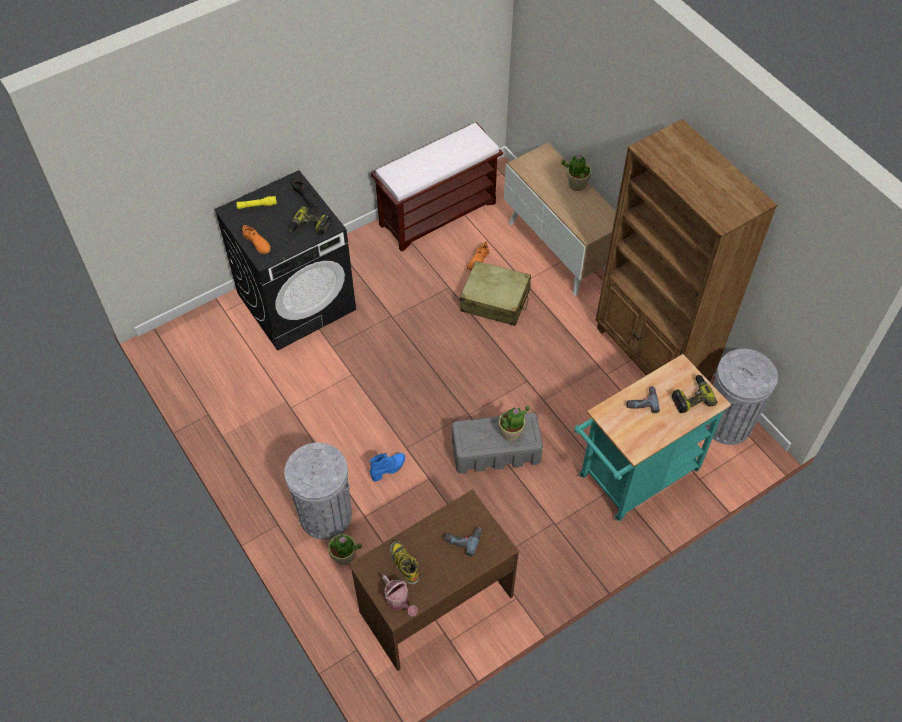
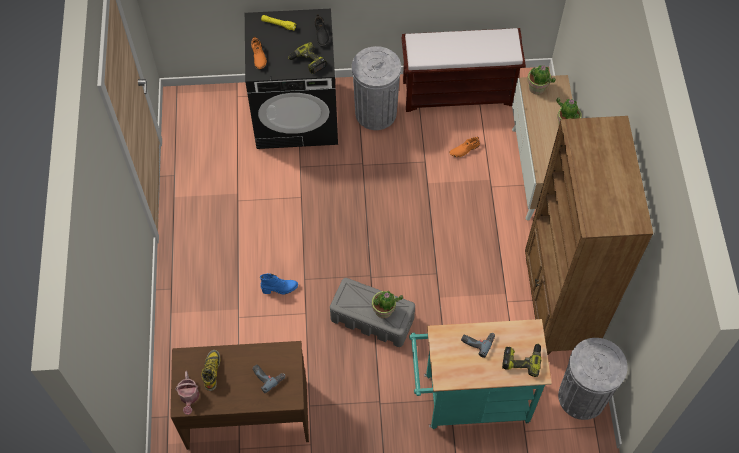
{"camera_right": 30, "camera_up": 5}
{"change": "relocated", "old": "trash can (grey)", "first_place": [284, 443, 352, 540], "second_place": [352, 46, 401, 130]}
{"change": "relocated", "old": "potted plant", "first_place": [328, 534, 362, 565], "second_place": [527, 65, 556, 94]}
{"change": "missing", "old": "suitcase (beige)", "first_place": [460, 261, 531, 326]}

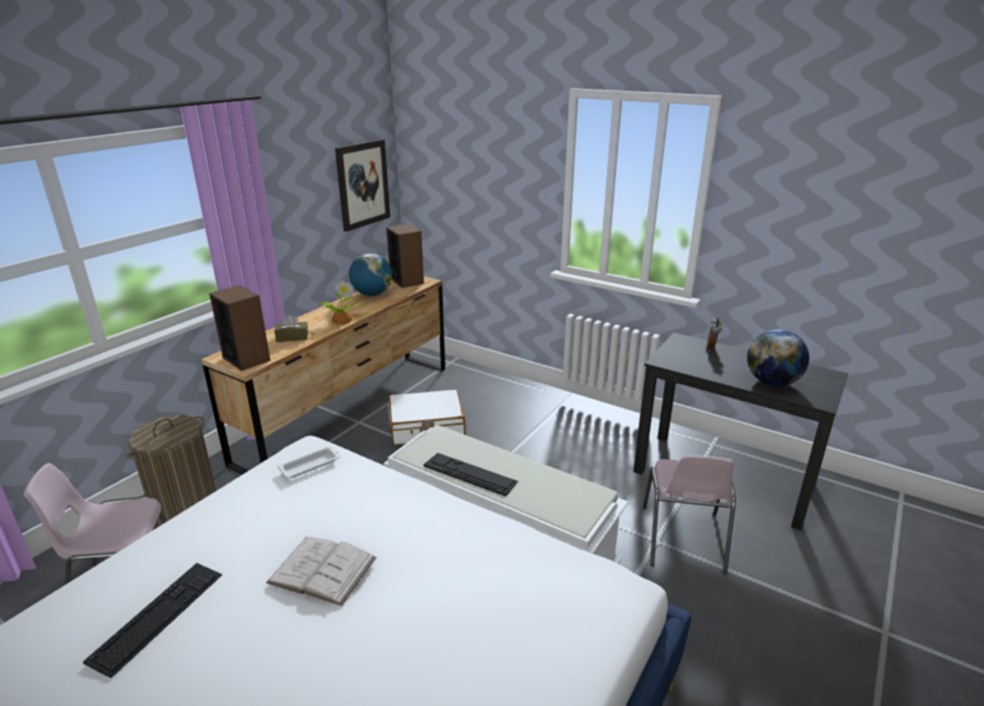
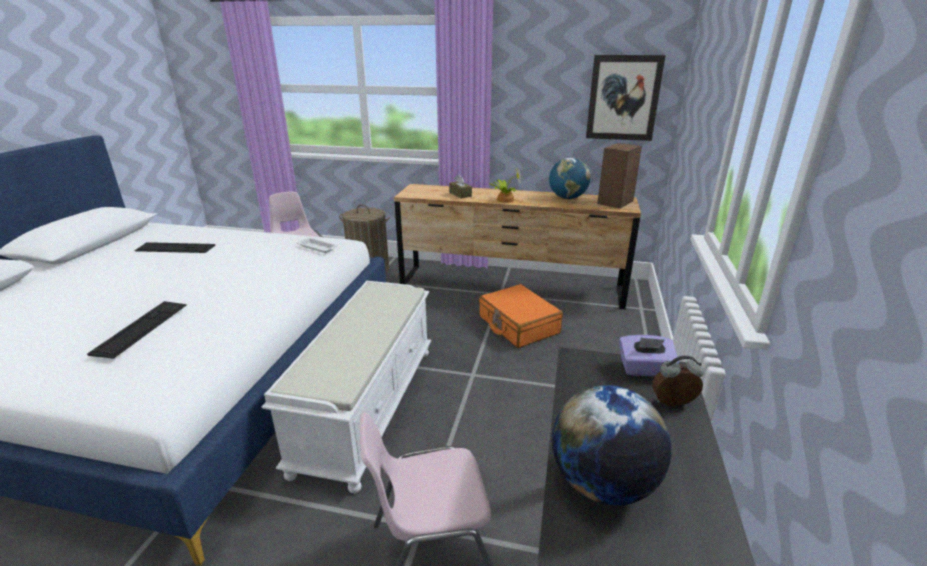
{"camera_right": 70, "camera_up": 0}
{"change": "relocated", "old": "keyboard", "first_place": [424, 453, 518, 496], "second_place": [87, 301, 187, 359]}
{"change": "colour", "old": "suitcase (white)", "new": "suitcase (orange)", "first_place": [388, 389, 466, 445], "second_place": [479, 284, 563, 348]}
{"change": "appeared", "new": "tissue box (purple)", "second_place": [619, 335, 679, 376]}
{"change": "missing", "old": "speaker", "first_place": [209, 285, 271, 371]}
{"change": "missing", "old": "book (white)", "first_place": [266, 537, 376, 606]}

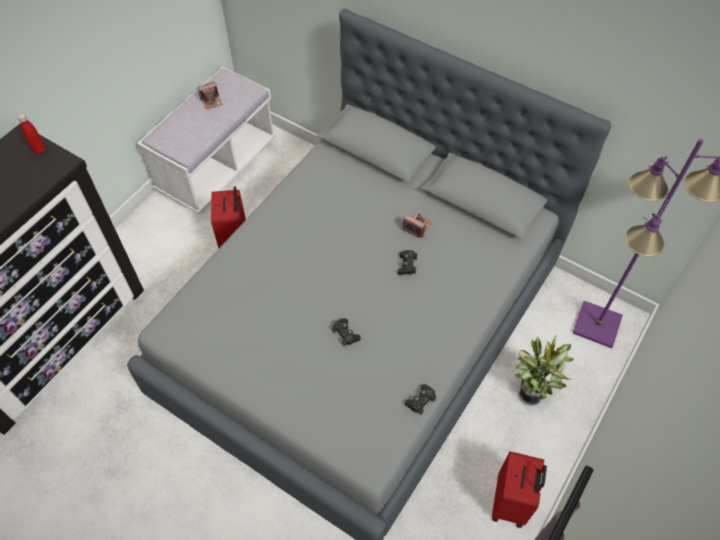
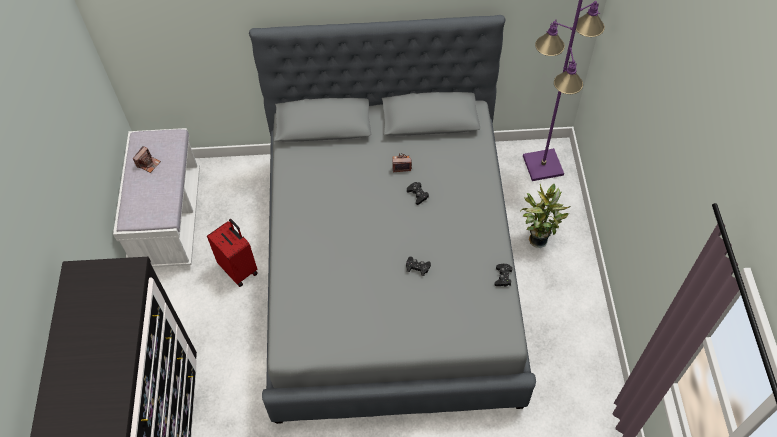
{"camera_right": -35, "camera_up": 0}
{"change": "missing", "old": "bottle (red)", "first_place": [18, 114, 46, 154]}
{"change": "missing", "old": "suitcase (red)", "first_place": [492, 451, 547, 528]}

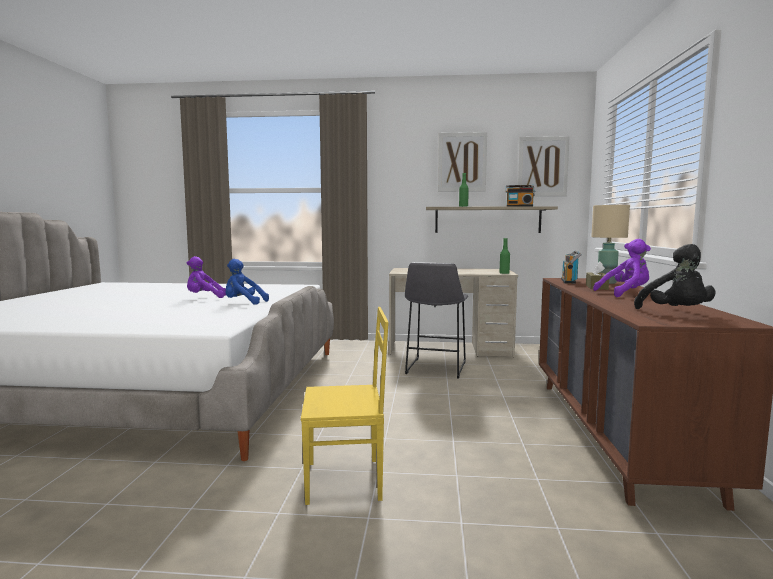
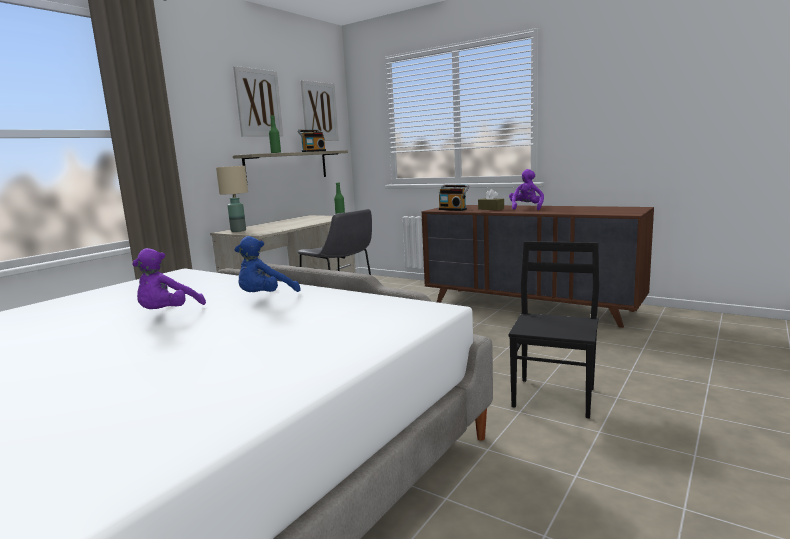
{"camera_right": -60, "camera_up": 5}
{"change": "relocated", "old": "table lamp (beige)", "first_place": [591, 205, 630, 284], "second_place": [216, 166, 248, 232]}
{"change": "colour", "old": "chair (yellow)", "new": "chair (black)", "first_place": [301, 307, 389, 505], "second_place": [509, 241, 599, 418]}
{"change": "missing", "old": "plush toy (black)", "first_place": [634, 244, 716, 309]}

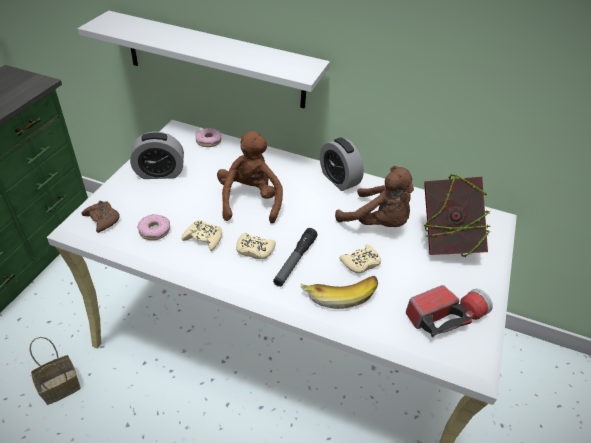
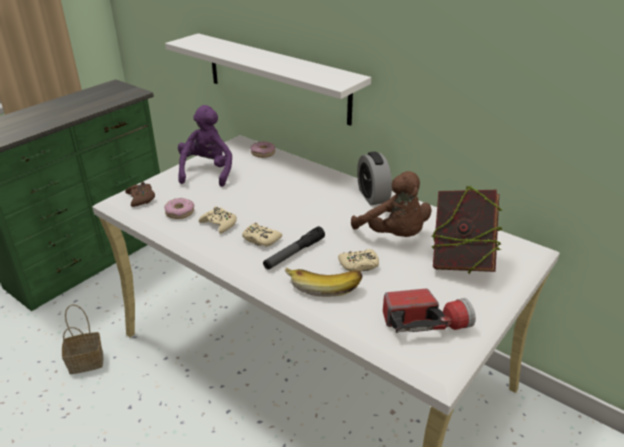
{"camera_right": 20, "camera_up": -10}
{"change": "exchanged", "old": "alarm clock", "new": "plush toy (purple)", "first_place": [130, 132, 184, 179], "second_place": [178, 105, 232, 187]}
{"change": "missing", "old": "plush toy (brown)", "first_place": [217, 131, 283, 224]}

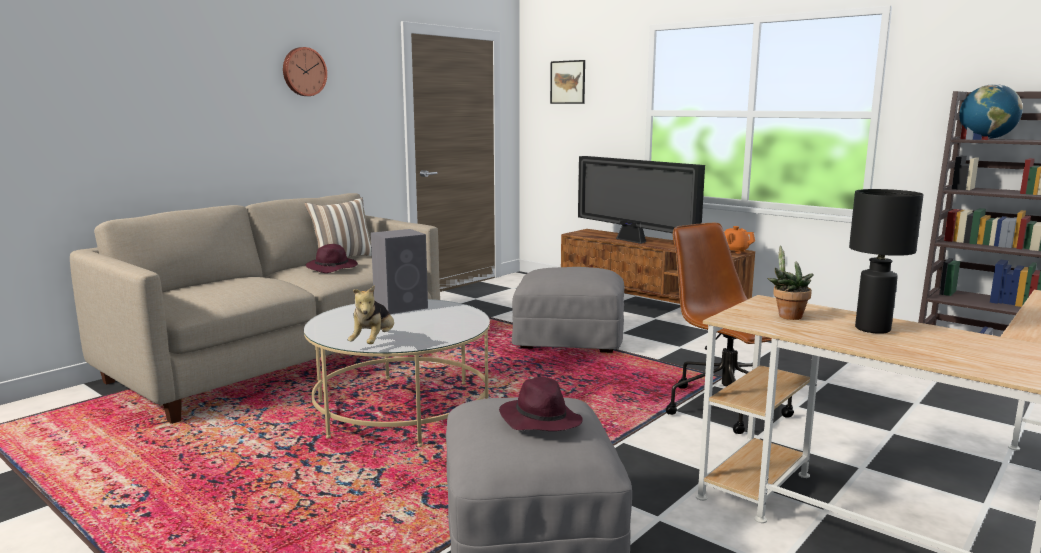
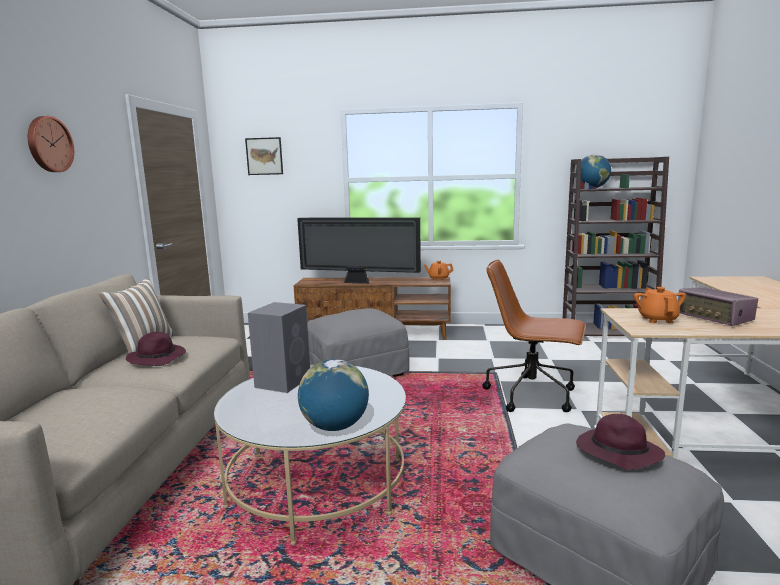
{"camera_right": -35, "camera_up": 0}
{"change": "exchanged", "old": "plush toy", "new": "globe", "first_place": [348, 285, 394, 344], "second_place": [298, 359, 369, 431]}
{"change": "exchanged", "old": "potted plant", "new": "teapot (orange)", "first_place": [767, 245, 814, 320], "second_place": [634, 287, 686, 323]}
{"change": "exchanged", "old": "table lamp (black)", "new": "radio", "first_place": [849, 189, 923, 334], "second_place": [678, 287, 758, 326]}

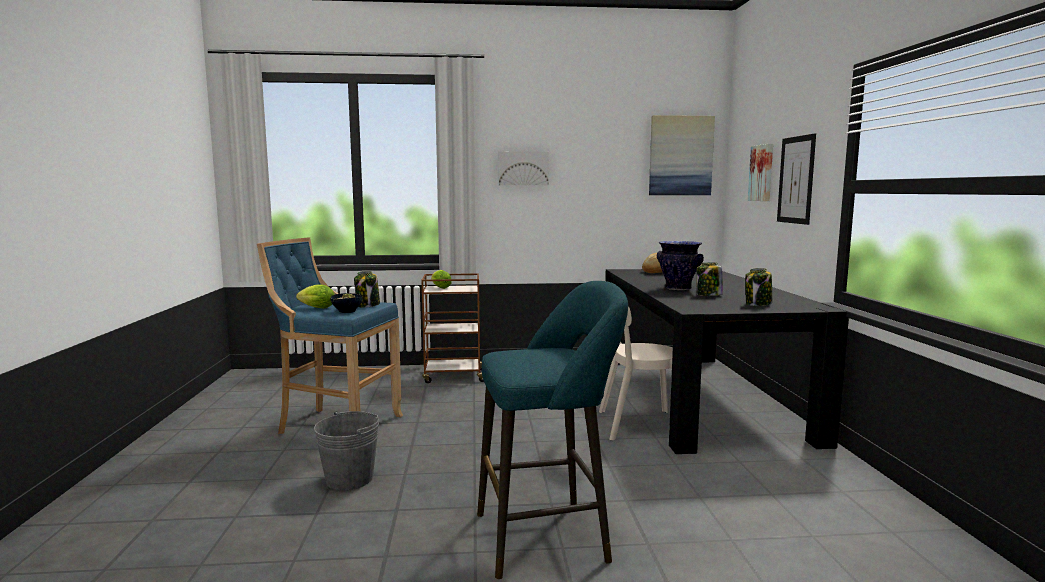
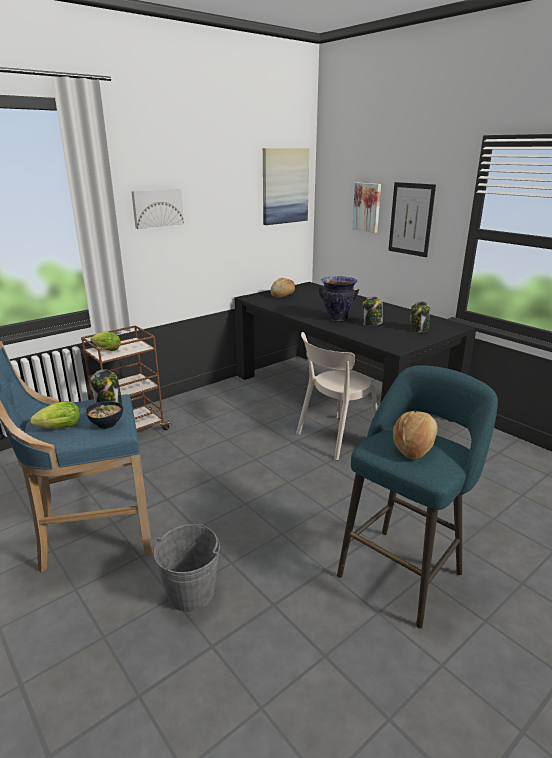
{"camera_right": -35, "camera_up": 15}
{"change": "appeared", "new": "bread", "second_place": [393, 411, 438, 460]}

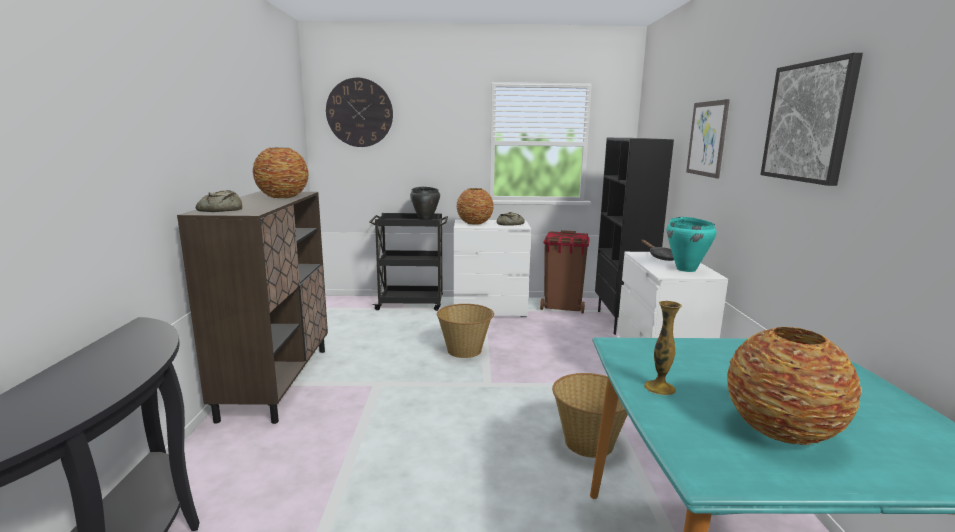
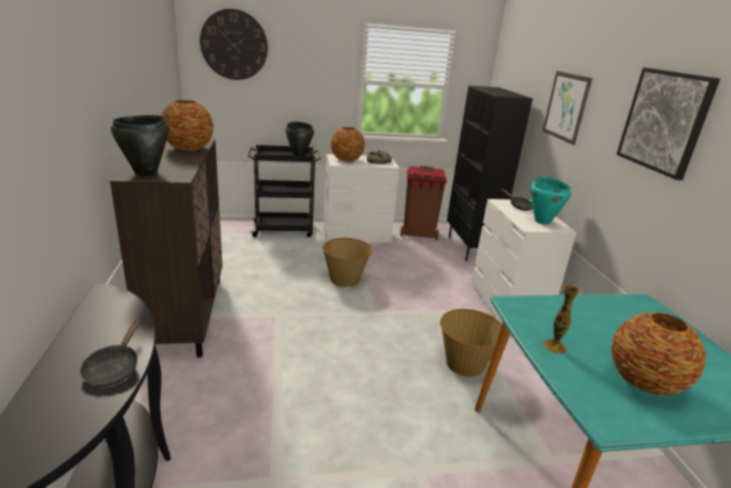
{"camera_right": -10, "camera_up": 10}
{"change": "appeared", "new": "frying pan (black)", "second_place": [80, 319, 140, 387]}
{"change": "exchanged", "old": "bread", "new": "cooking pot (black)", "first_place": [196, 190, 242, 212], "second_place": [111, 115, 169, 176]}

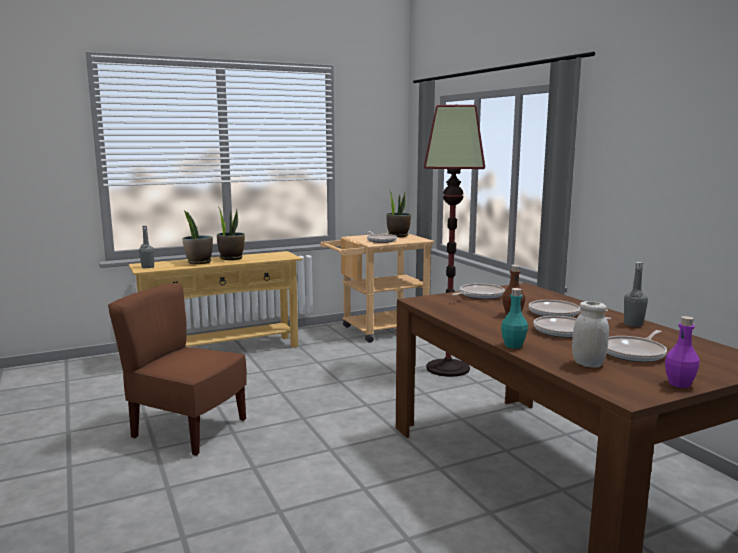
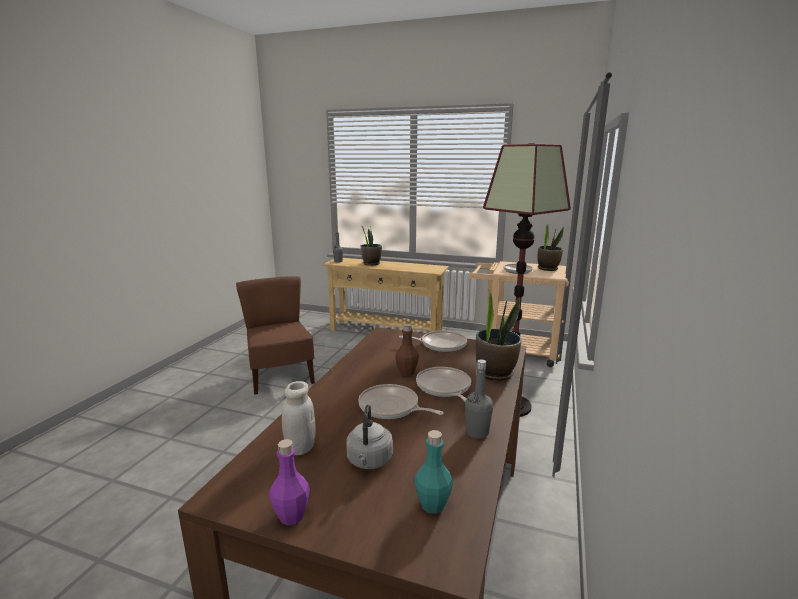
{"camera_right": 45, "camera_up": 5}
{"change": "exchanged", "old": "frying pan", "new": "kettle (grey)", "first_place": [607, 330, 667, 362], "second_place": [346, 404, 393, 469]}
{"change": "relocated", "old": "bottle (turquoise)", "first_place": [501, 288, 528, 349], "second_place": [414, 430, 453, 514]}
{"change": "relocated", "old": "potted plant", "first_place": [217, 208, 245, 260], "second_place": [476, 289, 522, 381]}

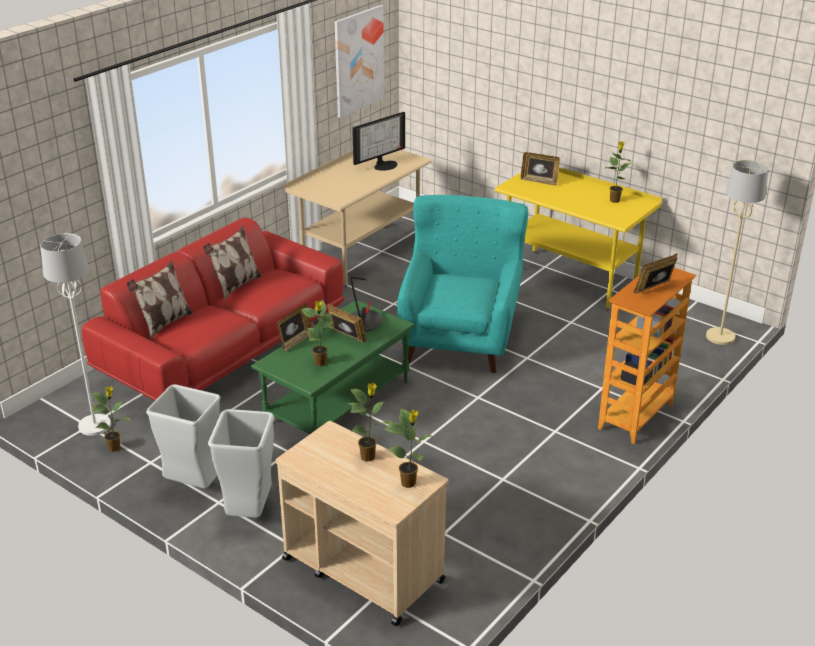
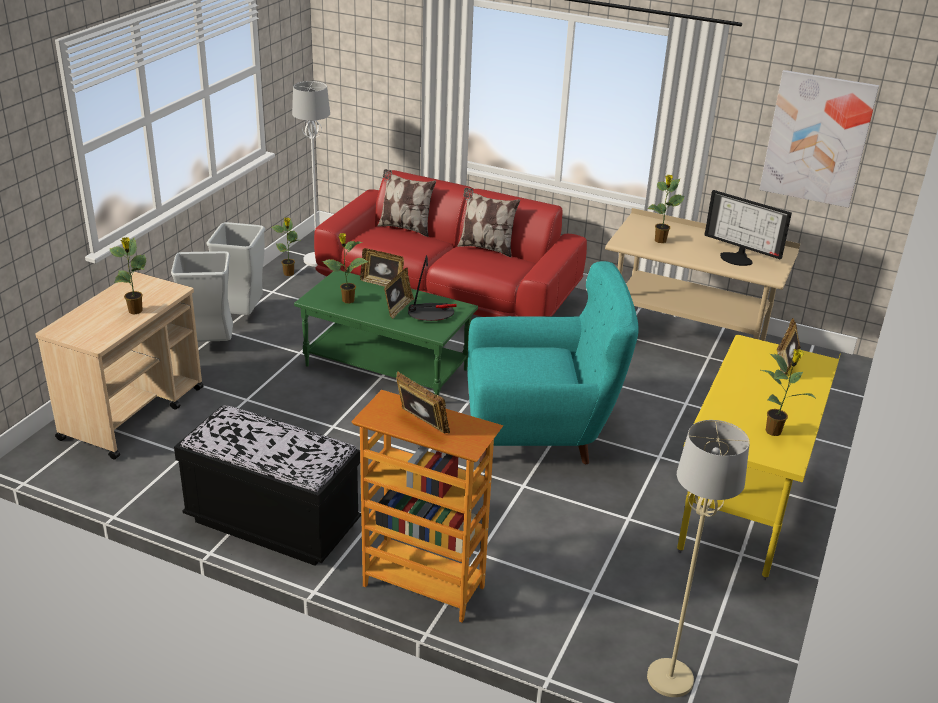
{"camera_right": 75, "camera_up": 0}
{"change": "appeared", "new": "bench (black)", "second_place": [174, 405, 361, 566]}
{"change": "relocated", "old": "potted plant", "first_place": [384, 408, 433, 488], "second_place": [647, 174, 685, 243]}

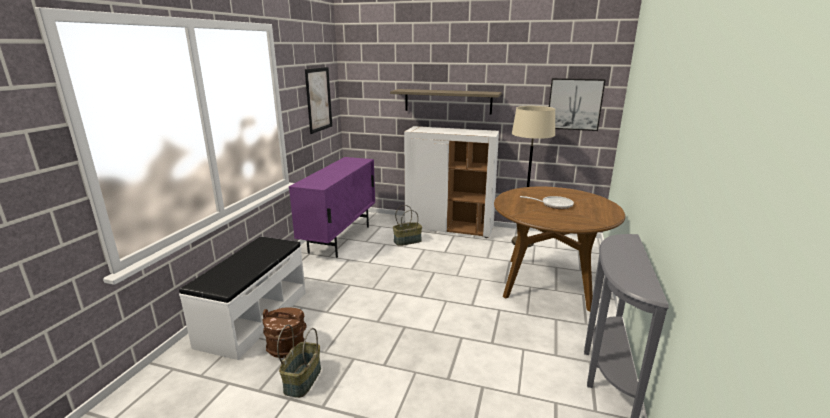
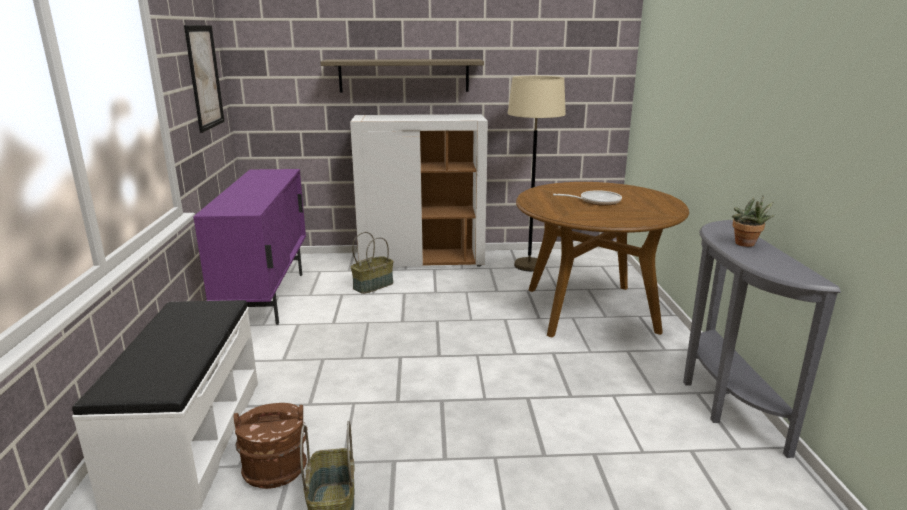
{"camera_right": -20, "camera_up": 0}
{"change": "appeared", "new": "potted plant", "second_place": [732, 195, 774, 247]}
{"change": "missing", "old": "picture", "first_place": [549, 78, 605, 131]}

